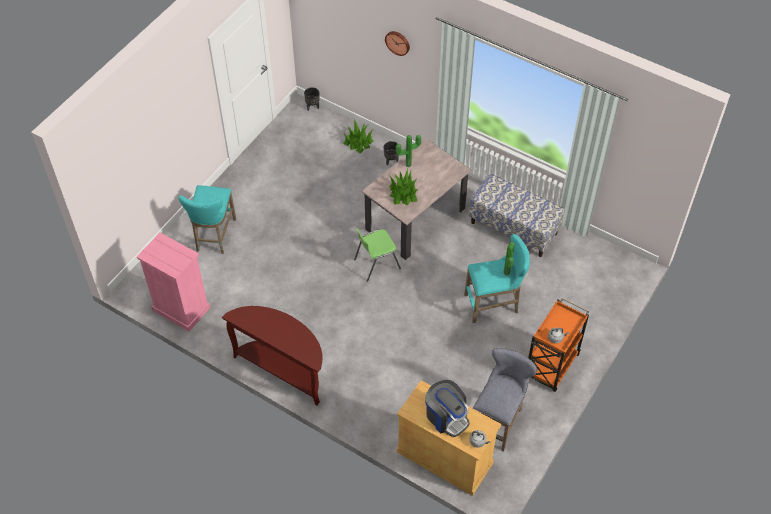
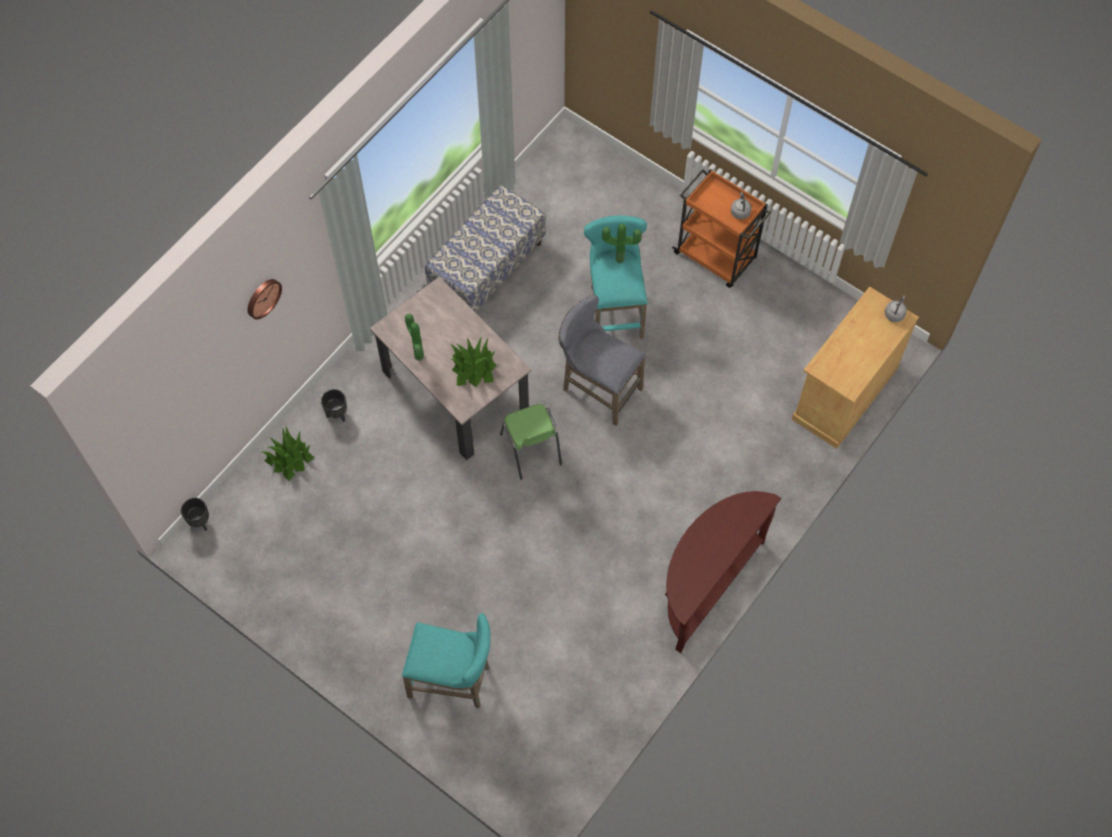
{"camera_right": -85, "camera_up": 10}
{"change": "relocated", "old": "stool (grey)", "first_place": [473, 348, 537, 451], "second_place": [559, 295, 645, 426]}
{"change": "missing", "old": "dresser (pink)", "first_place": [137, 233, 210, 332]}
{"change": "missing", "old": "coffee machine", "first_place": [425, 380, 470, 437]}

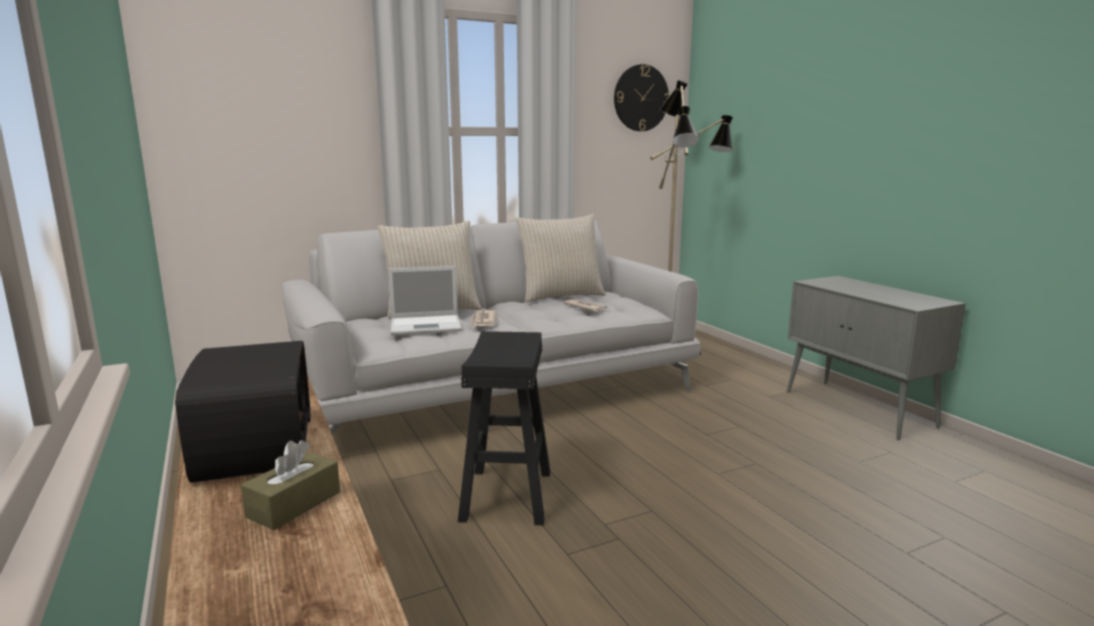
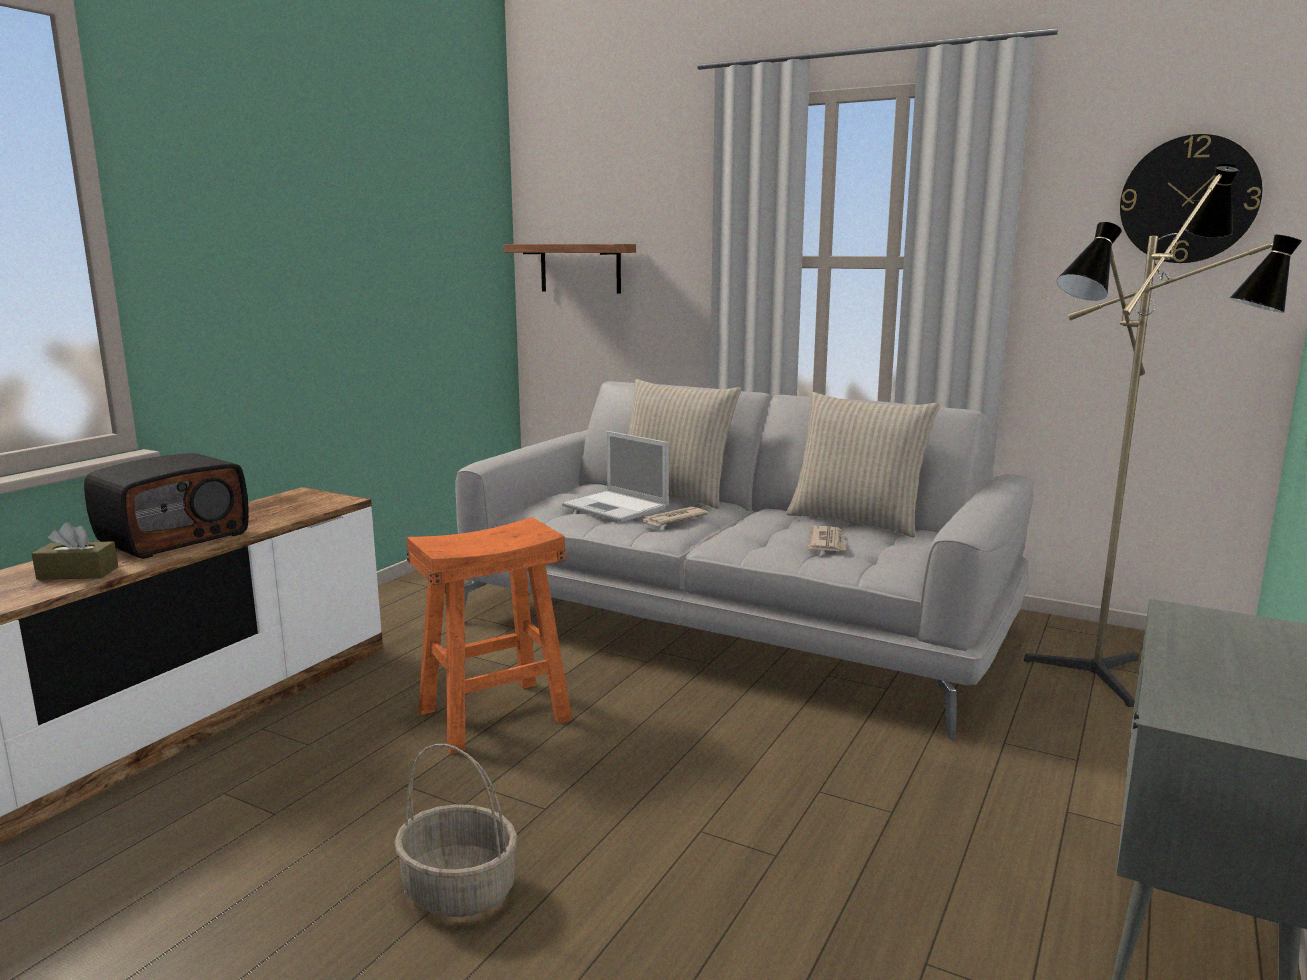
{"camera_right": 55, "camera_up": 0}
{"change": "appeared", "new": "basket", "second_place": [394, 744, 518, 917]}
{"change": "colour", "old": "stool (black)", "new": "stool (orange)", "first_place": [458, 331, 550, 525], "second_place": [407, 517, 572, 754]}
{"change": "appeared", "new": "shelf", "second_place": [504, 244, 636, 294]}

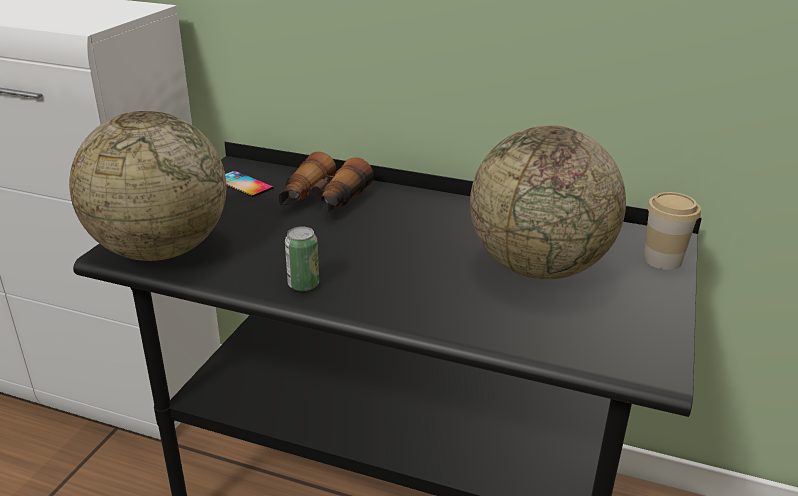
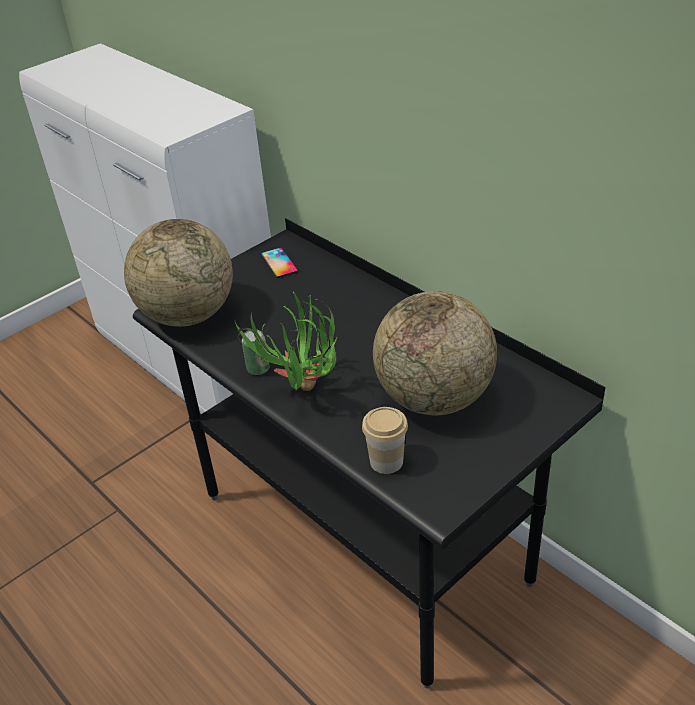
{"camera_right": 30, "camera_up": 10}
{"change": "appeared", "new": "potted plant", "second_place": [235, 292, 337, 391]}
{"change": "relocated", "old": "cup", "first_place": [644, 192, 701, 270], "second_place": [362, 407, 408, 474]}
{"change": "missing", "old": "binoculars", "first_place": [278, 152, 374, 213]}

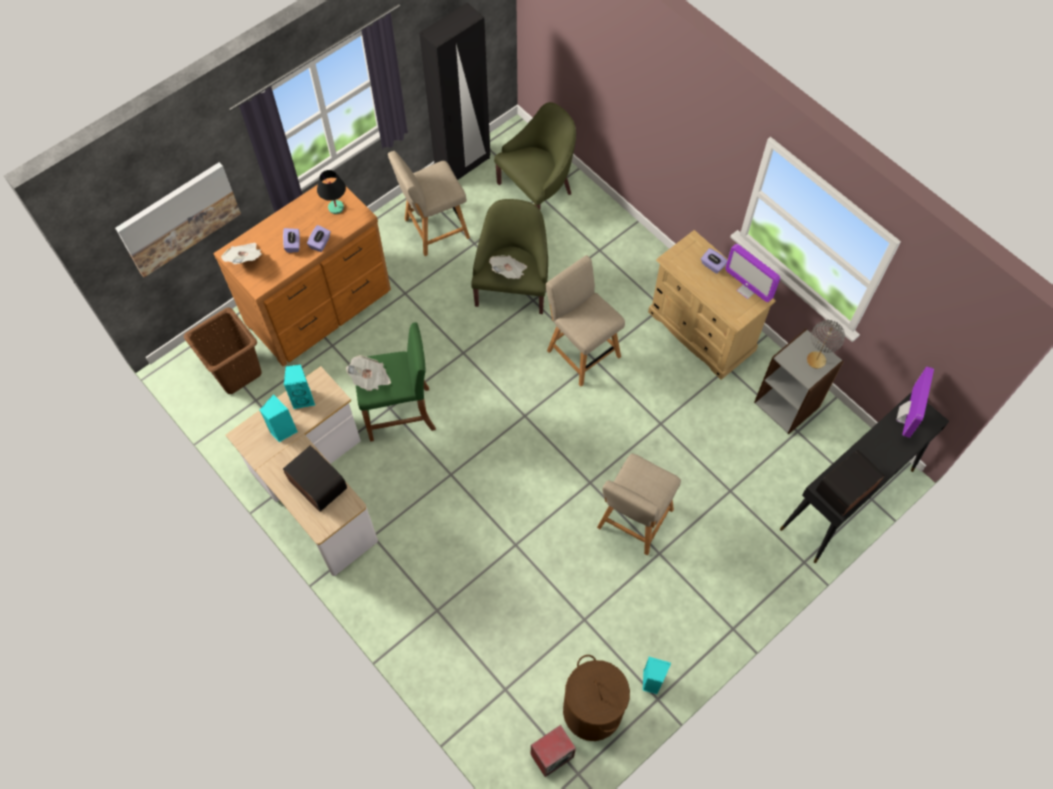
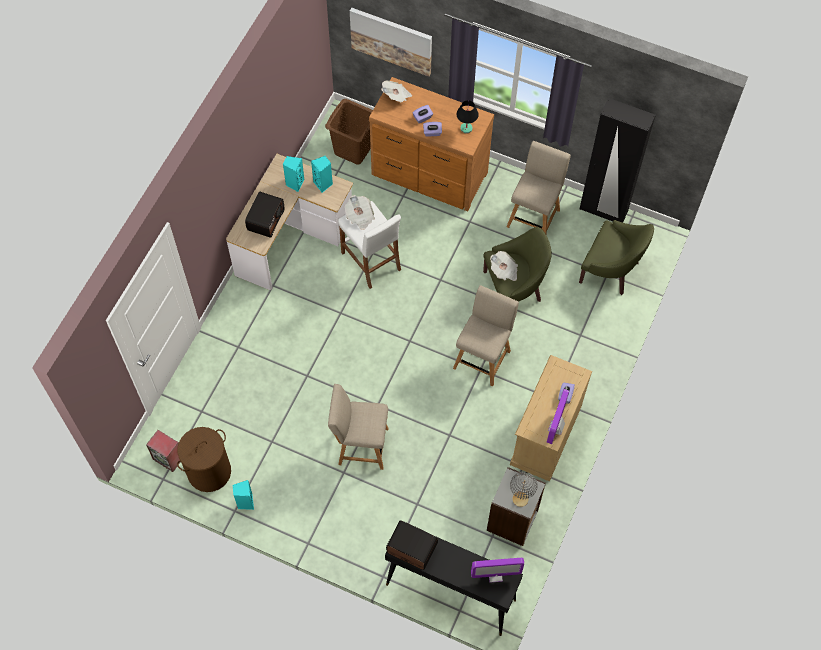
{"camera_right": 65, "camera_up": 0}
{"change": "colour", "old": "stool (green)", "new": "stool (white)", "first_place": [356, 322, 436, 442], "second_place": [338, 201, 401, 289]}
{"change": "spun", "old": "chair (beige)", "first_place": [388, 151, 470, 256], "second_place": [507, 141, 571, 234], "degrees": 75}

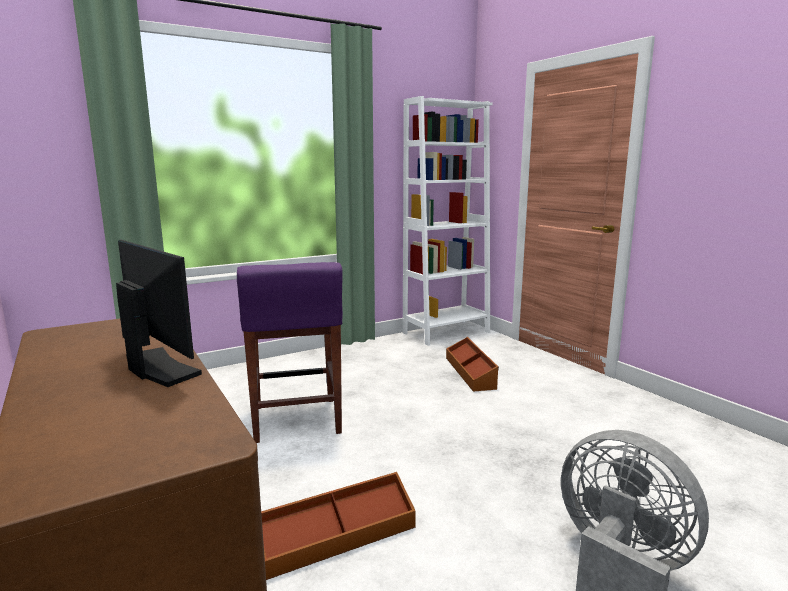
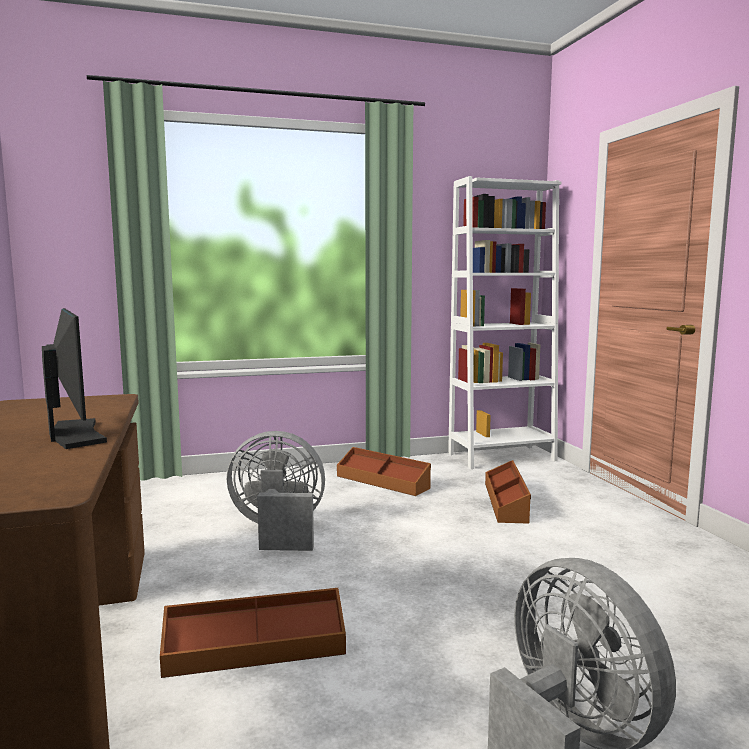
{"camera_right": 15, "camera_up": -5}
{"change": "exchanged", "old": "stool (purple)", "new": "fan (grey)", "first_place": [237, 262, 343, 443], "second_place": [227, 431, 325, 551]}
{"change": "appeared", "new": "storage box (brown)", "second_place": [337, 447, 431, 496]}

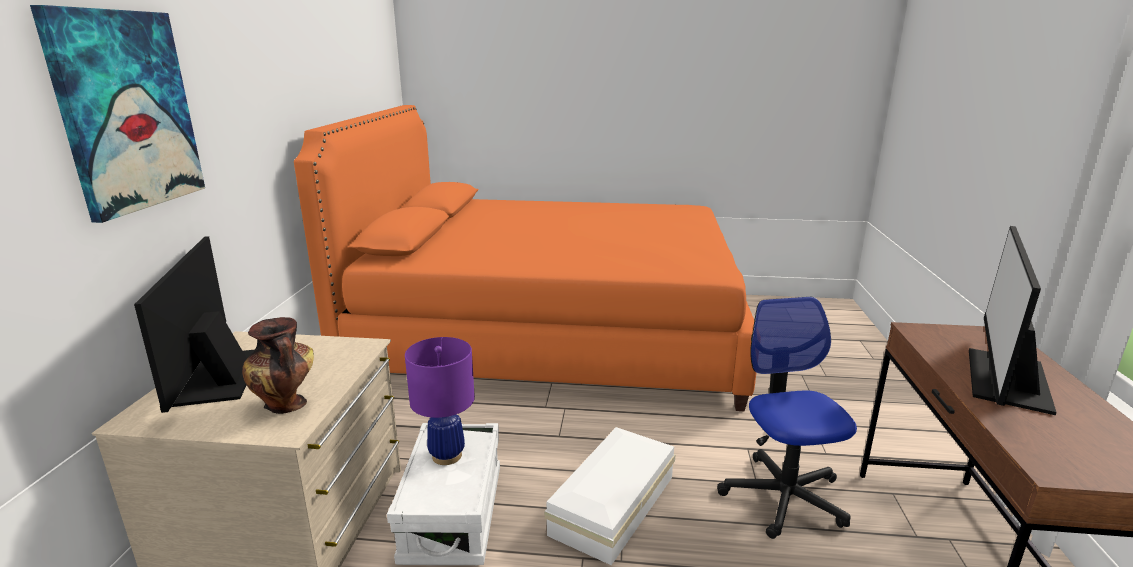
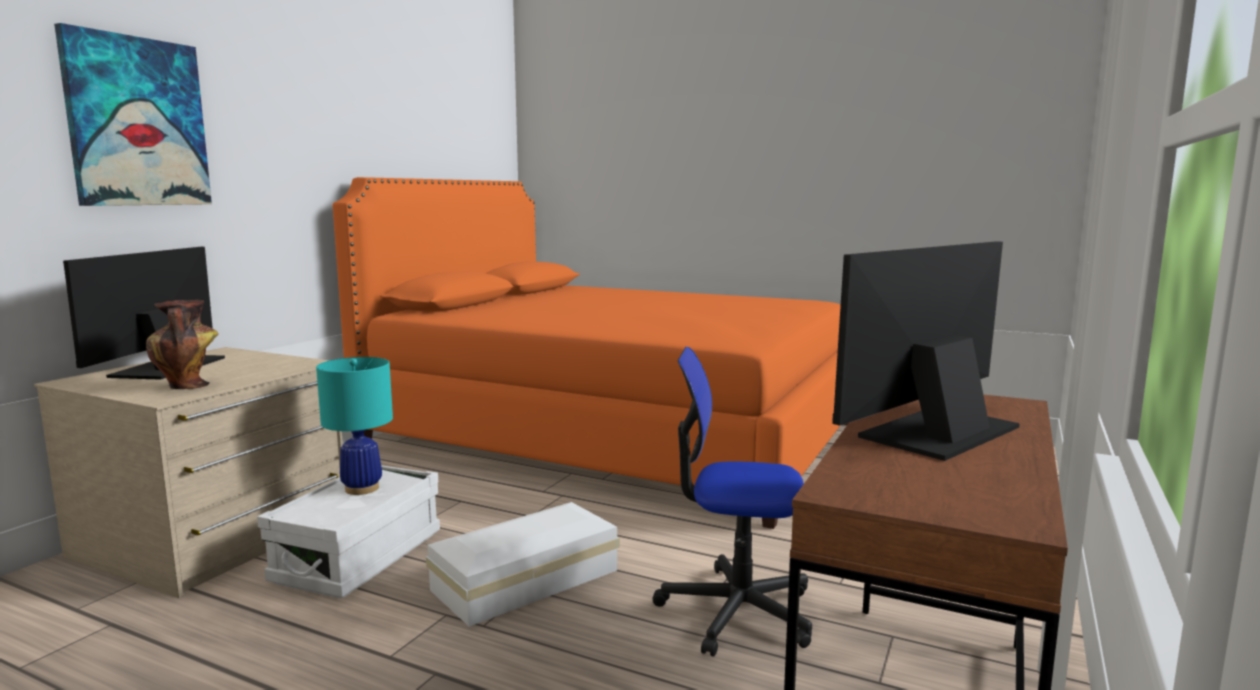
{"camera_right": 20, "camera_up": -10}
{"change": "colour", "old": "table lamp (purple)", "new": "table lamp (turquoise)", "first_place": [405, 337, 475, 465], "second_place": [316, 357, 393, 495]}
{"change": "spun", "old": "office chair", "first_place": [717, 297, 857, 539], "second_place": [653, 347, 812, 657], "degrees": -90}

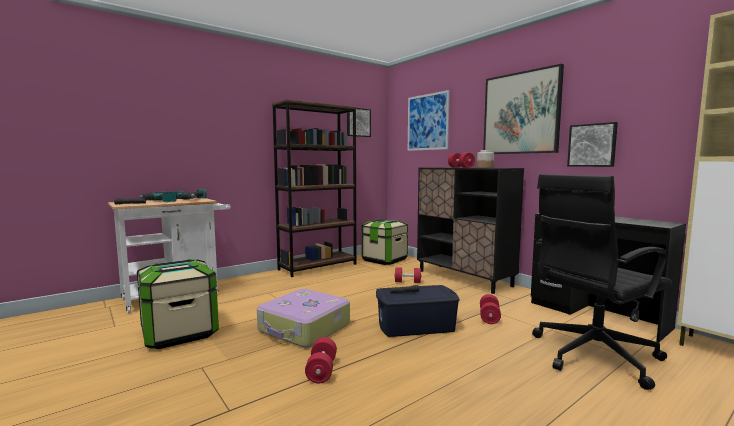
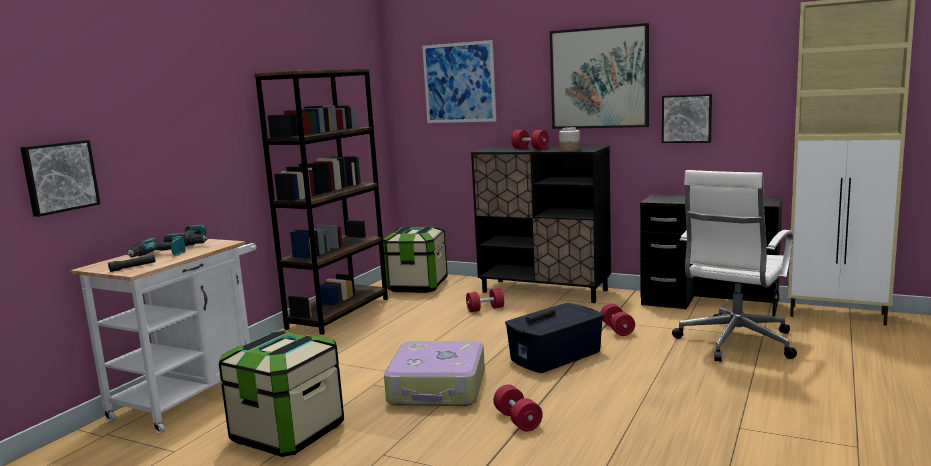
{"camera_right": -25, "camera_up": 5}
{"change": "relocated", "old": "picture", "first_place": [347, 108, 371, 137], "second_place": [20, 140, 100, 217]}
{"change": "colour", "old": "office chair (black)", "new": "office chair (white)", "first_place": [532, 174, 672, 390], "second_place": [672, 170, 797, 362]}

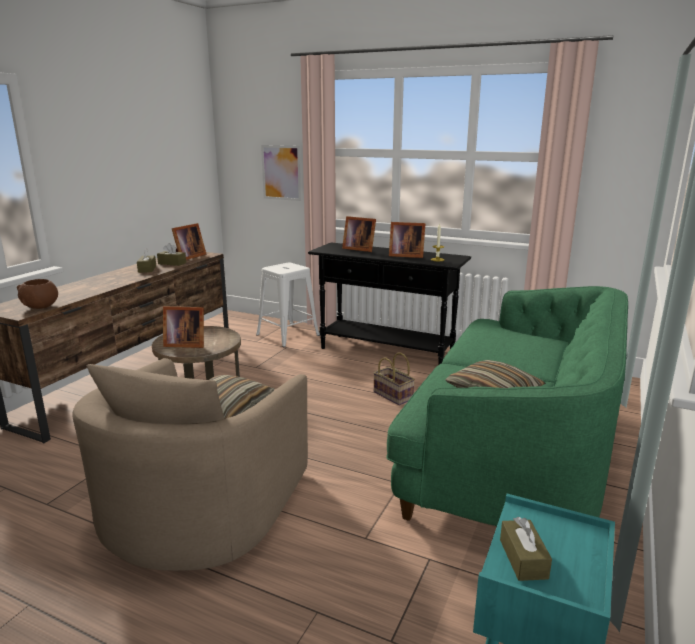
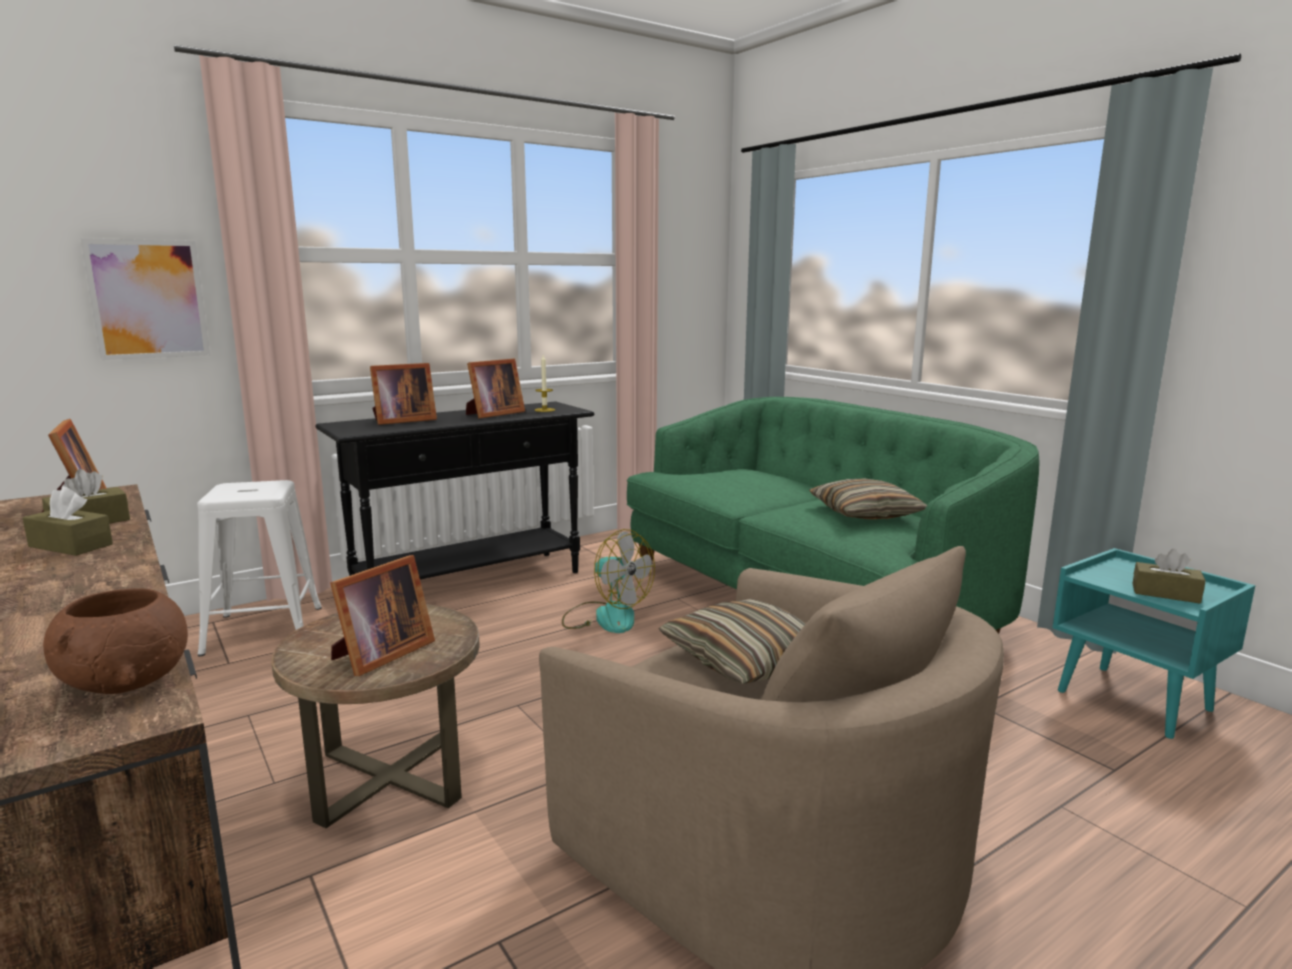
{"camera_right": -60, "camera_up": -5}
{"change": "exchanged", "old": "basket", "new": "fan", "first_place": [373, 352, 415, 405], "second_place": [562, 529, 655, 633]}

